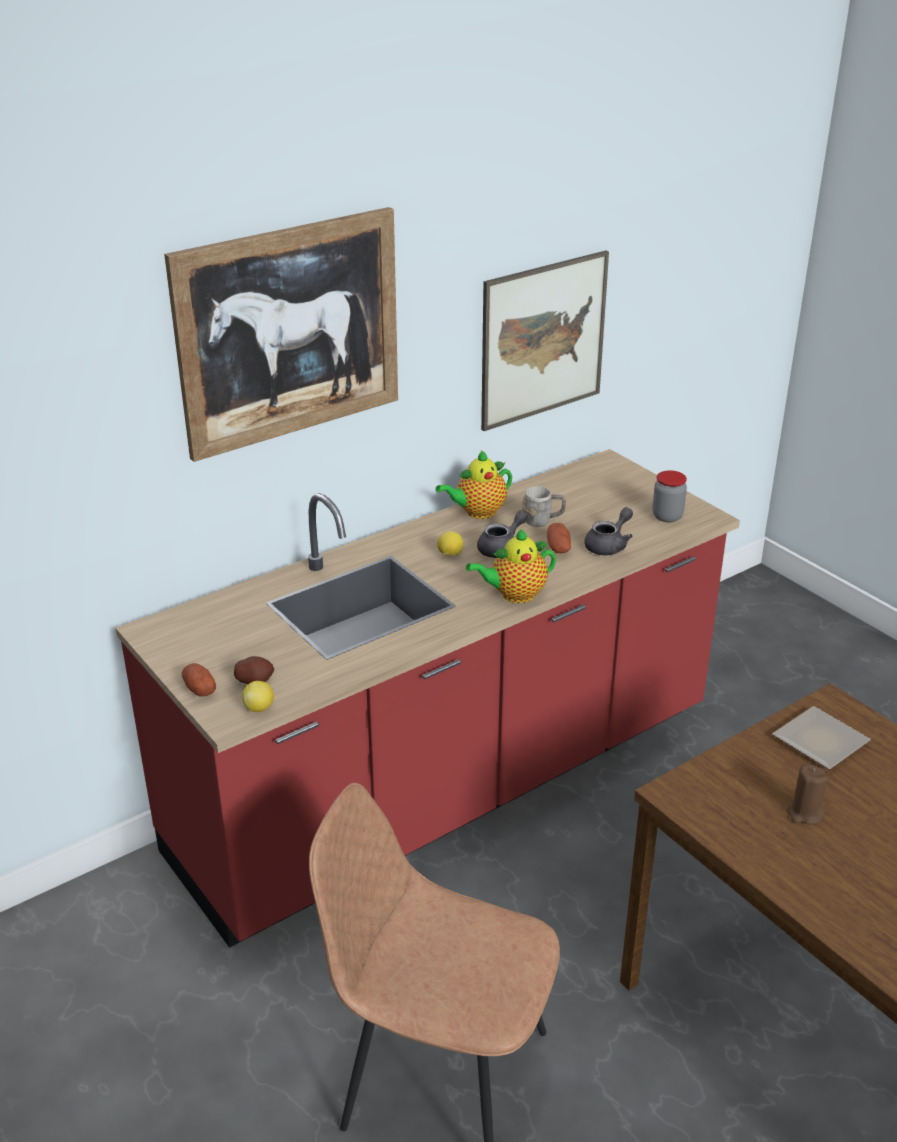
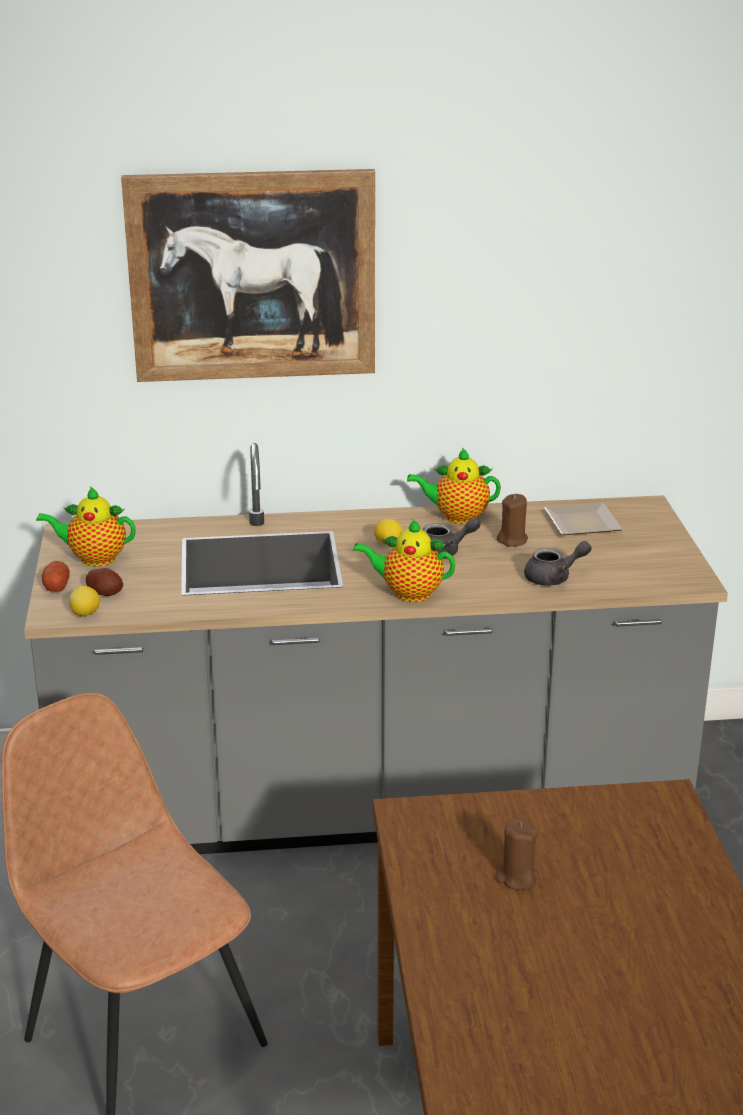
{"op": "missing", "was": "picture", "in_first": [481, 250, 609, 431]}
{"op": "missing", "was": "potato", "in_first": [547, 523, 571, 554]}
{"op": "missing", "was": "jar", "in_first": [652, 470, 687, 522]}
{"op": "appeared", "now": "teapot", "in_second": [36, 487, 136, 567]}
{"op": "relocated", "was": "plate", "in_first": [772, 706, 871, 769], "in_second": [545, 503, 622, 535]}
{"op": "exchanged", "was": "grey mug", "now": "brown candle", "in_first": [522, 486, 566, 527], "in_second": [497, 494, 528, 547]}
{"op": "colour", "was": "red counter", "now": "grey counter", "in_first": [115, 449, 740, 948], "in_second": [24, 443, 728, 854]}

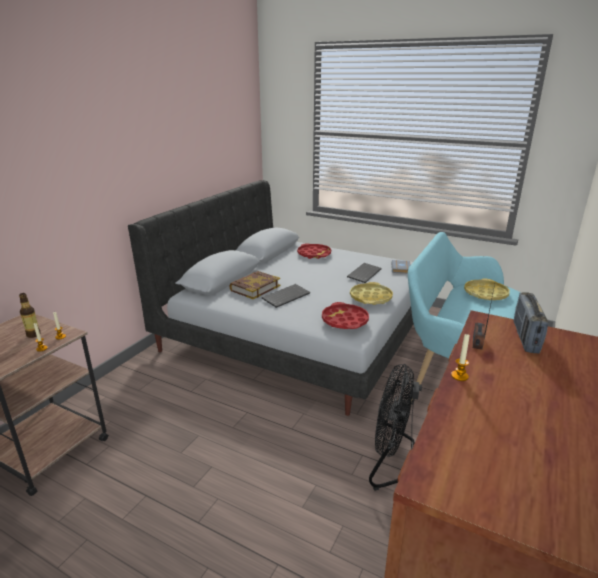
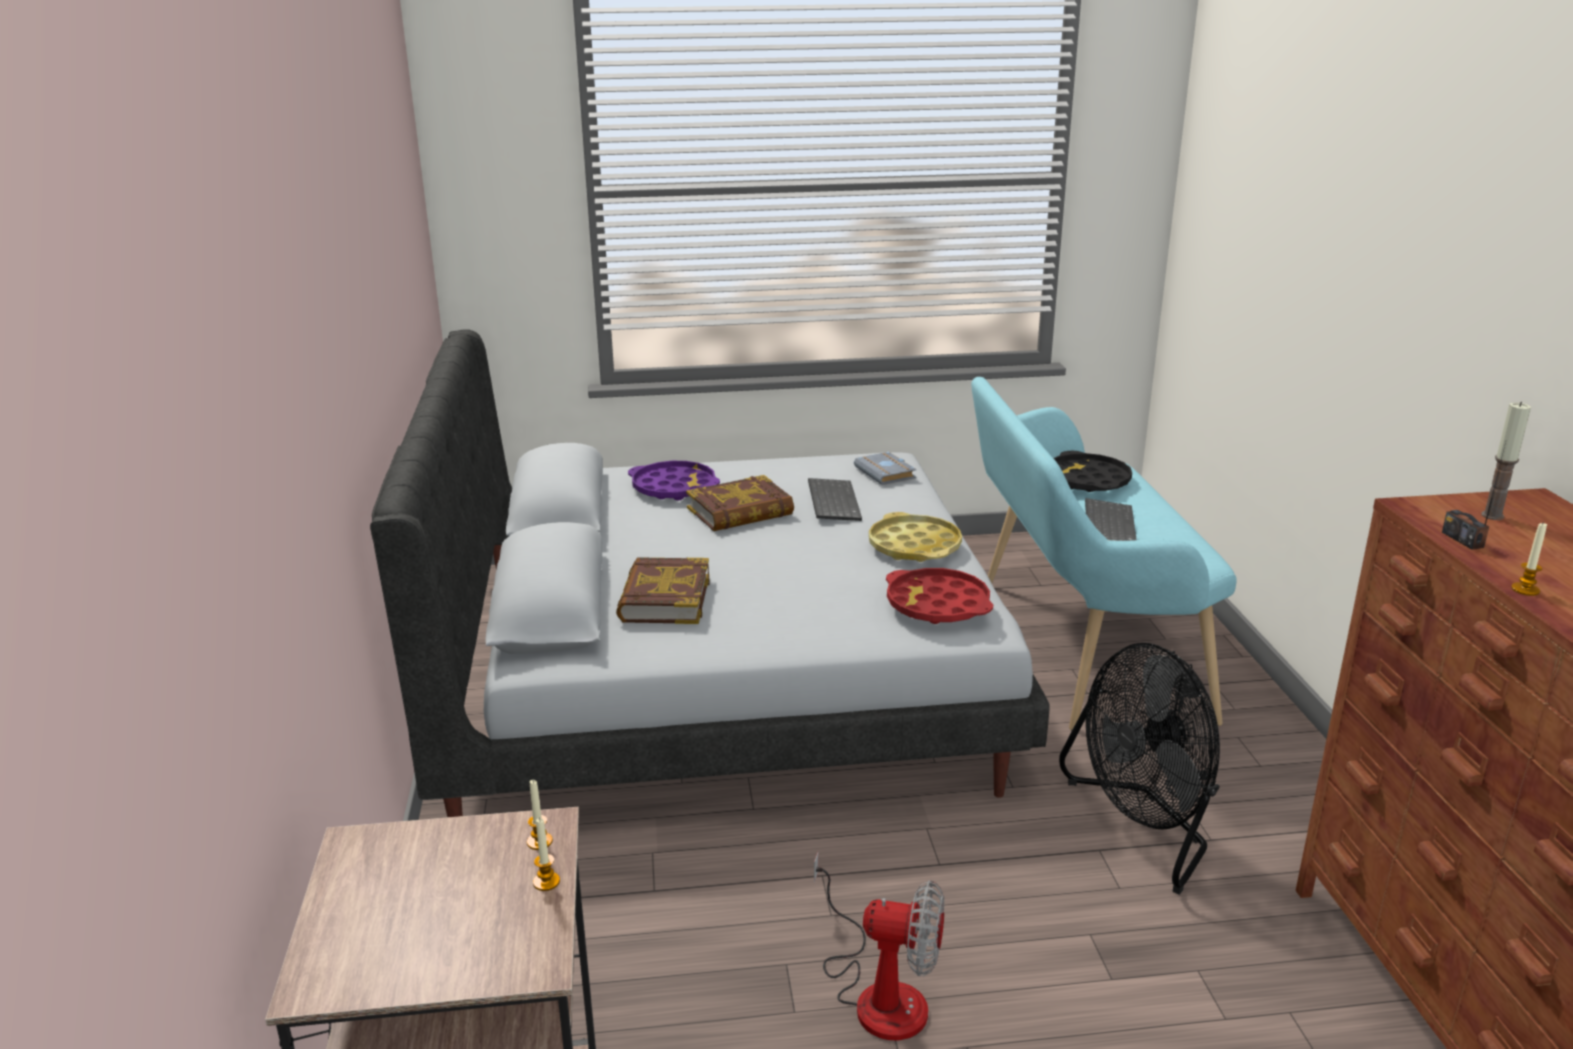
{"op": "missing", "was": "bottle", "in_first": [19, 293, 40, 338]}
{"op": "appeared", "now": "book", "in_second": [686, 475, 794, 531]}
{"op": "appeared", "now": "fan", "in_second": [814, 852, 944, 1041]}
{"op": "relocated", "was": "keyboard", "in_first": [262, 284, 310, 308], "in_second": [1085, 498, 1137, 541]}
{"op": "exchanged", "was": "radio", "now": "candle", "in_first": [514, 292, 549, 353], "in_second": [1482, 402, 1531, 520]}
{"op": "colour", "was": "red tray", "now": "purple tray", "in_first": [297, 243, 331, 259], "in_second": [628, 461, 720, 500]}
{"op": "colour", "was": "yellow tray", "now": "black tray", "in_first": [464, 279, 510, 300], "in_second": [1054, 451, 1132, 492]}

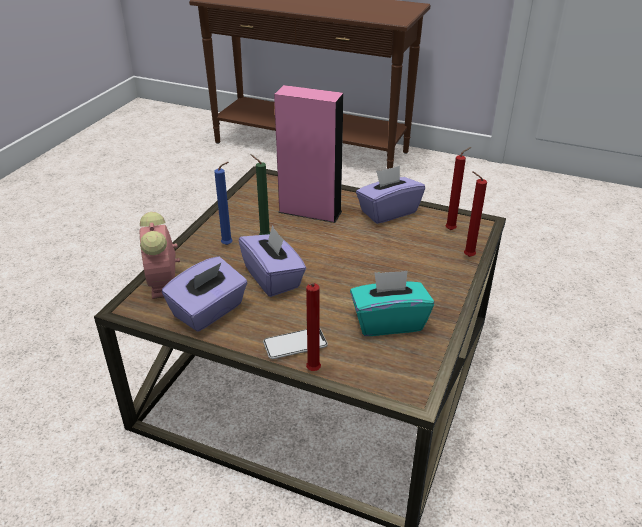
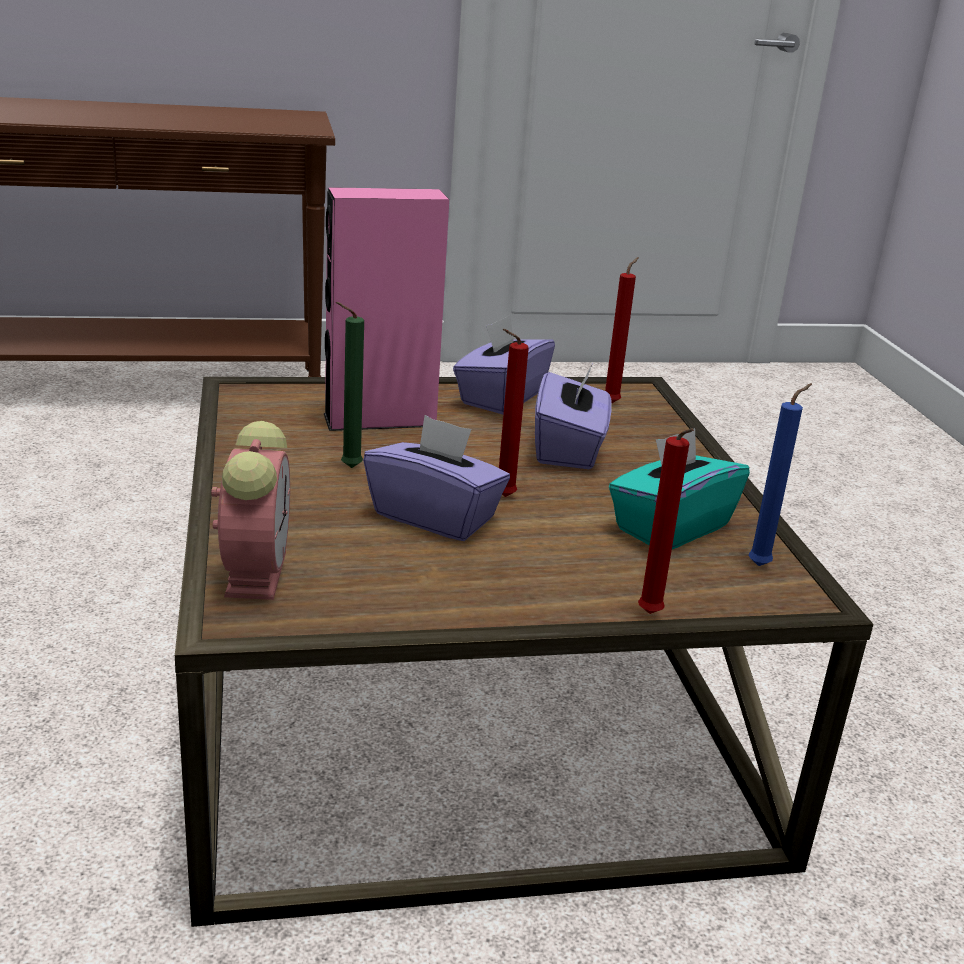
{"op": "missing", "was": "phone", "in_first": [263, 329, 328, 359]}
{"op": "relocated", "was": "purple tissue box", "in_first": [162, 256, 248, 332], "in_second": [535, 367, 612, 469]}
{"op": "relocated", "was": "blue candle", "in_first": [214, 162, 232, 245], "in_second": [748, 383, 812, 566]}
{"op": "relocated", "was": "red candle", "in_first": [464, 171, 487, 257], "in_second": [499, 329, 529, 497]}
{"op": "spun", "was": "alarm clock", "in_first": [140, 212, 180, 299], "in_second": [211, 421, 290, 600], "clockwise": -135}

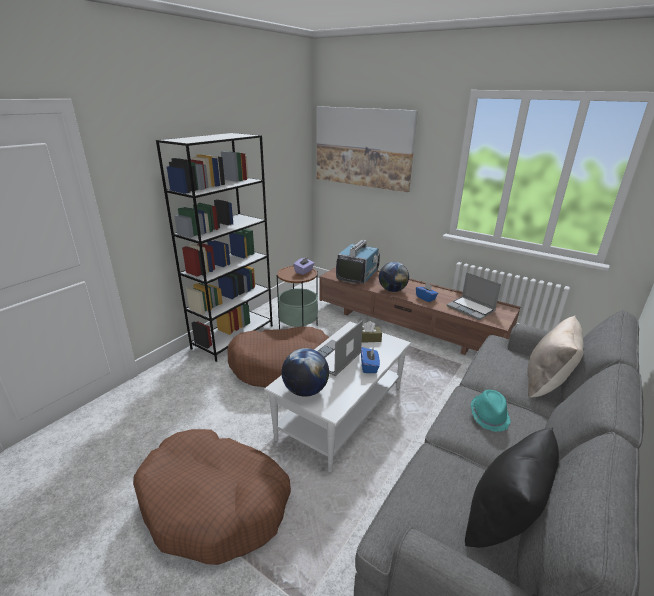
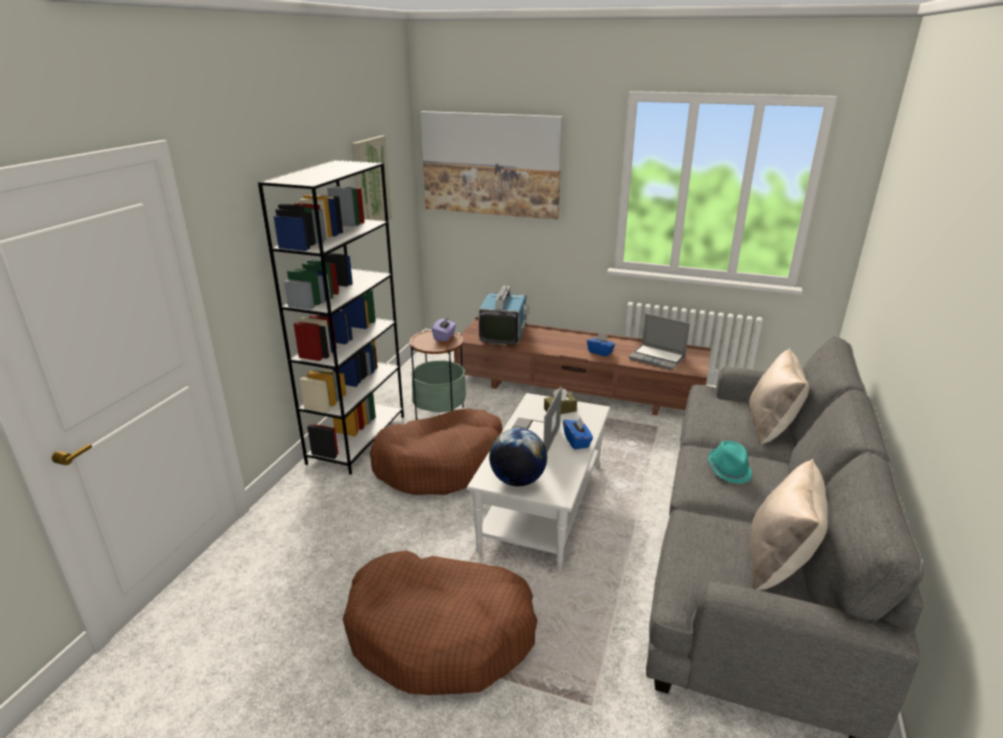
{"op": "missing", "was": "globe", "in_first": [379, 262, 409, 292]}
{"op": "appeared", "now": "picture", "in_second": [351, 136, 392, 221]}
{"op": "colour", "was": "black pillow", "now": "beige pillow", "in_first": [465, 428, 559, 548], "in_second": [750, 459, 828, 590]}

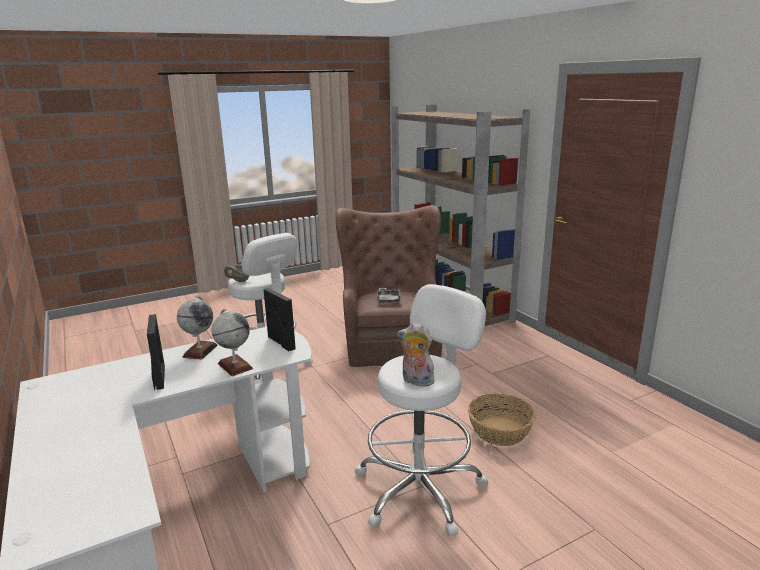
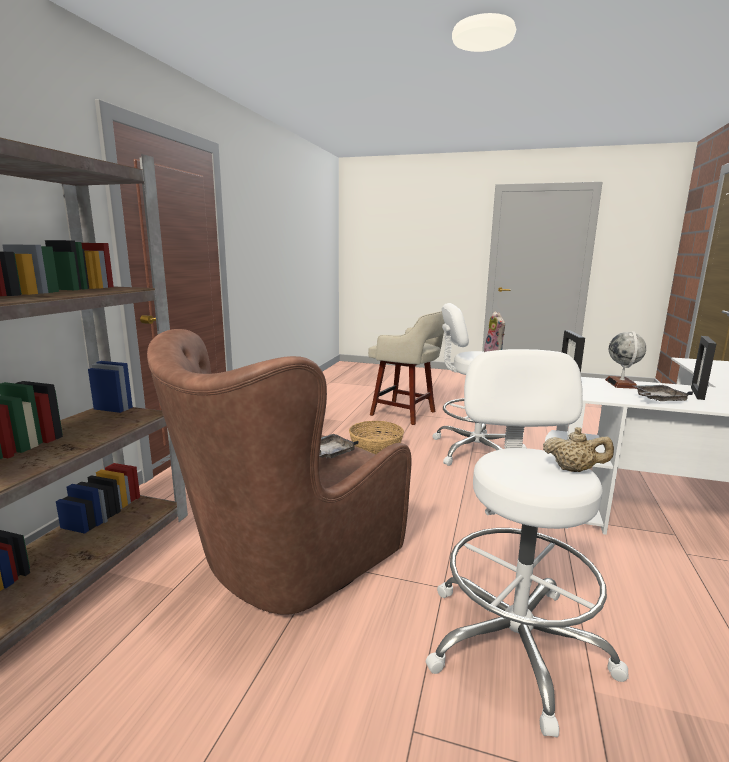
{"op": "appeared", "now": "beige stool", "in_second": [368, 311, 445, 425]}
{"op": "exchanged", "was": "globe", "now": "grey tray", "in_first": [177, 296, 218, 359], "in_second": [634, 385, 693, 401]}

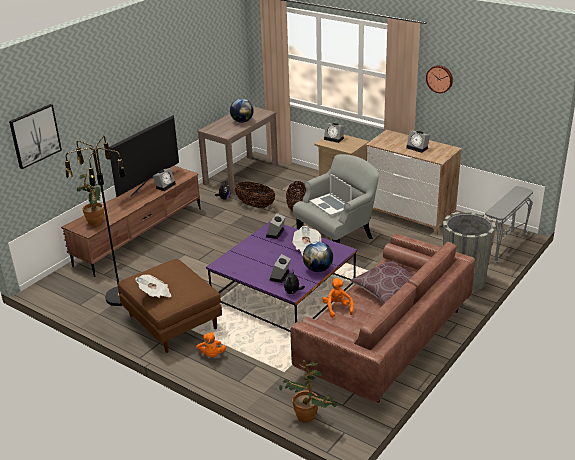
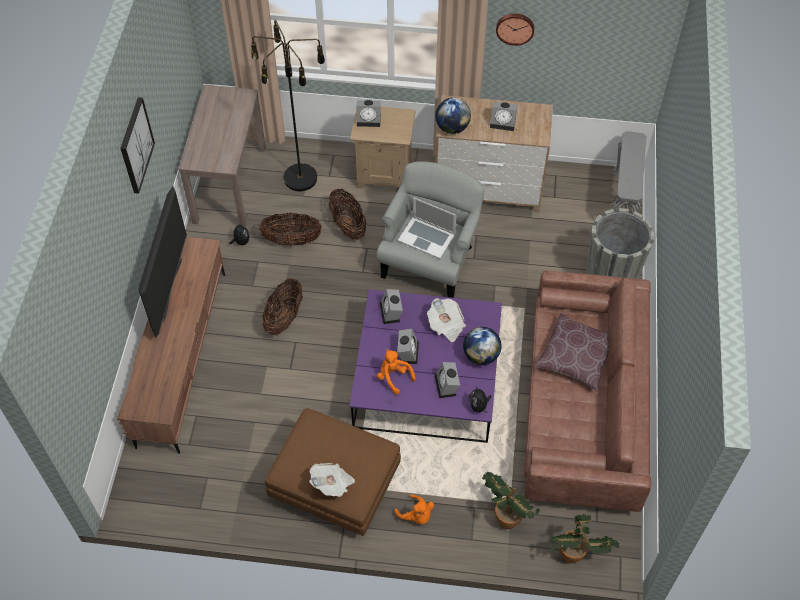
{"op": "appeared", "now": "basket", "in_second": [262, 278, 303, 335]}
{"op": "relocated", "was": "picture", "in_first": [9, 104, 62, 169], "in_second": [120, 97, 155, 194]}
{"op": "relocated", "was": "floor lamp", "in_first": [65, 136, 125, 306], "in_second": [251, 20, 325, 191]}
{"op": "relocated", "was": "potted plant", "in_first": [77, 173, 104, 226], "in_second": [482, 472, 540, 529]}
{"op": "relocated", "was": "alarm clock", "in_first": [153, 168, 176, 191], "in_second": [397, 329, 419, 364]}
{"op": "relocated", "was": "globe", "in_first": [230, 99, 254, 123], "in_second": [435, 98, 471, 134]}
{"op": "relocated", "was": "orange plush toy", "in_first": [322, 278, 354, 318], "in_second": [377, 349, 416, 395]}

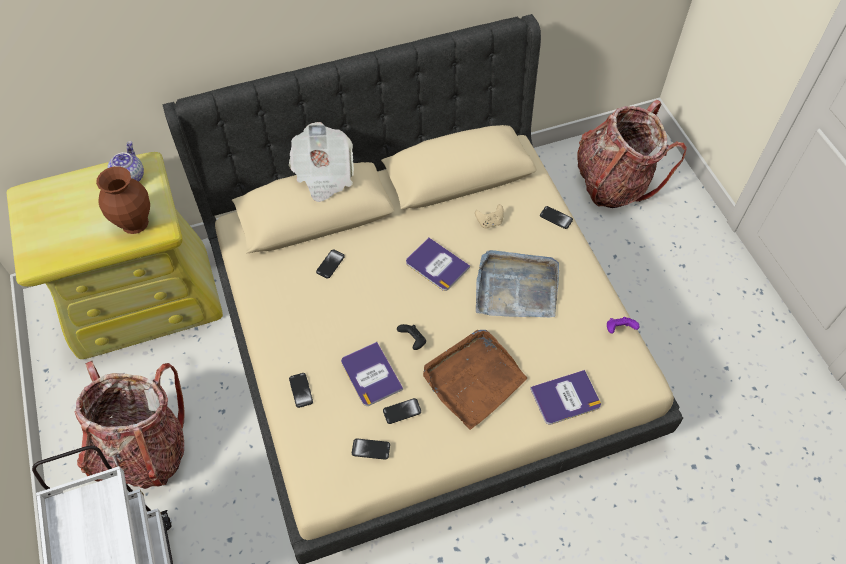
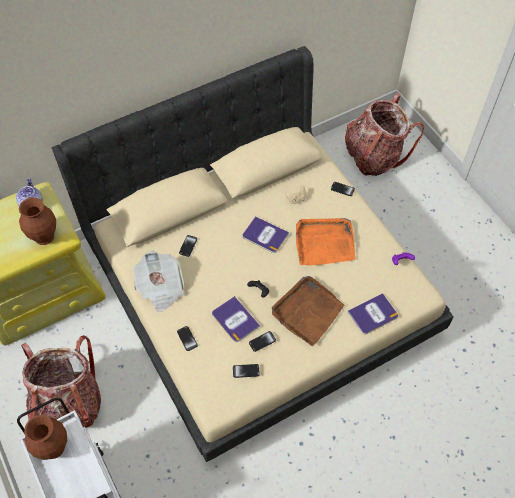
{"op": "appeared", "now": "brown vase", "in_second": [24, 415, 67, 460]}
{"op": "relocated", "was": "newspaper", "in_first": [289, 122, 354, 202], "in_second": [133, 251, 185, 312]}
{"op": "colour", "was": "grey tray", "now": "orange tray", "in_first": [476, 250, 559, 317], "in_second": [296, 218, 355, 266]}

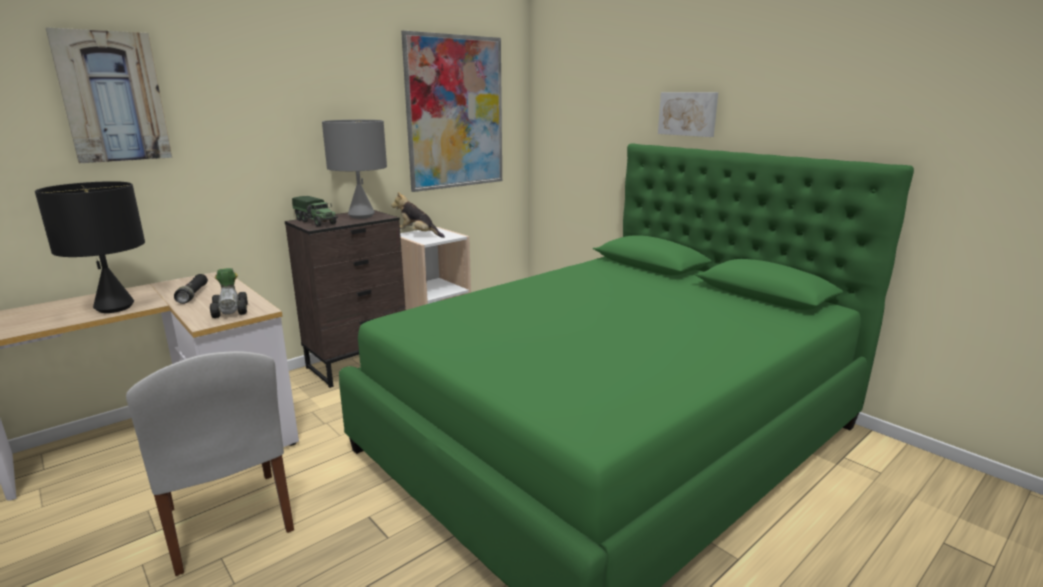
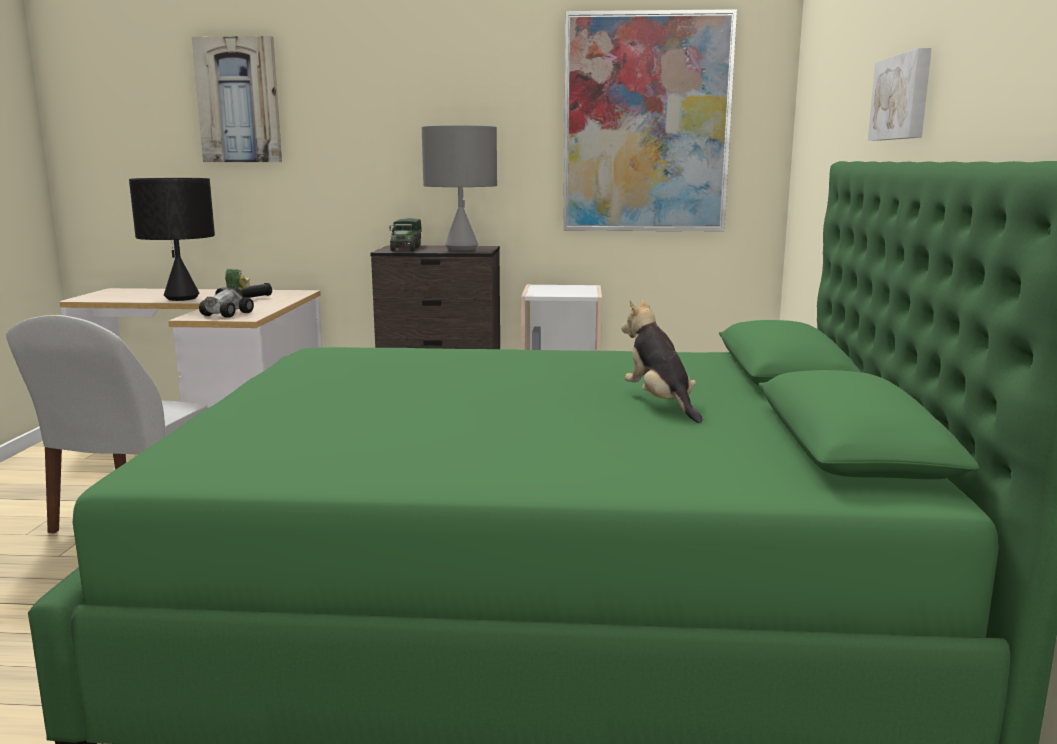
{"op": "relocated", "was": "plush toy", "in_first": [391, 192, 445, 238], "in_second": [621, 299, 703, 423]}

